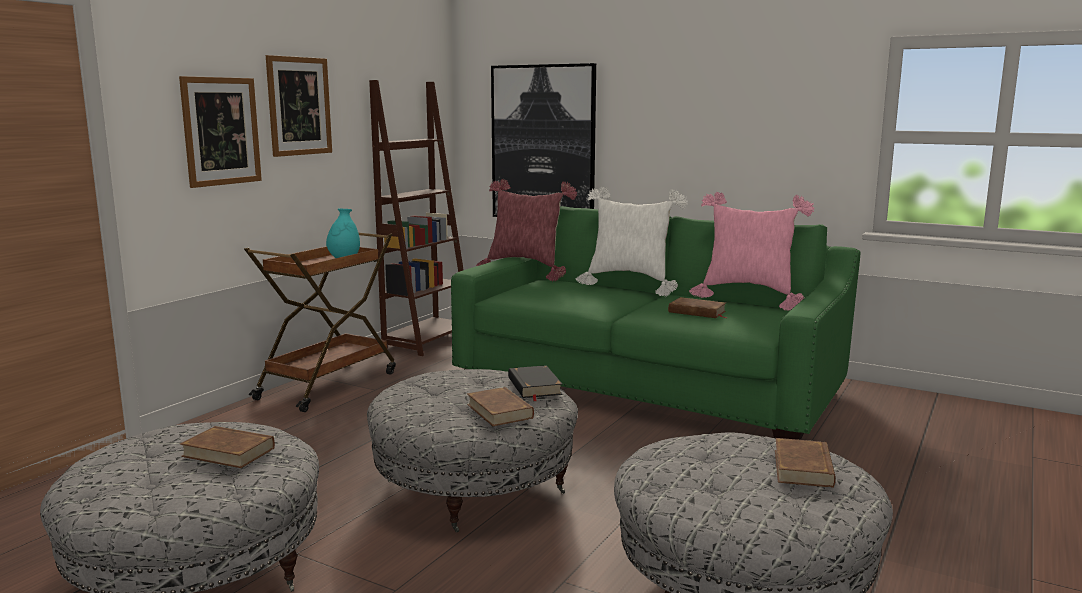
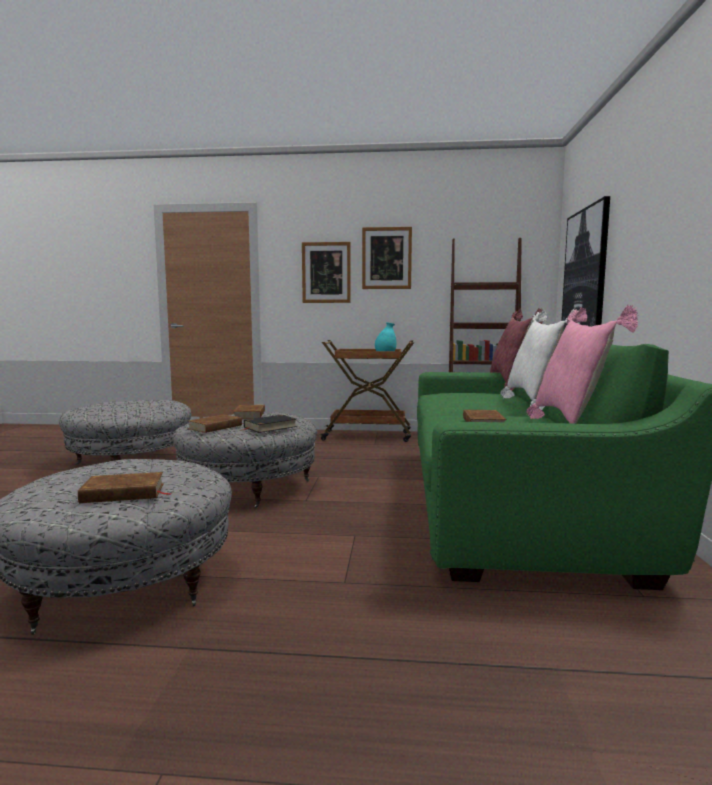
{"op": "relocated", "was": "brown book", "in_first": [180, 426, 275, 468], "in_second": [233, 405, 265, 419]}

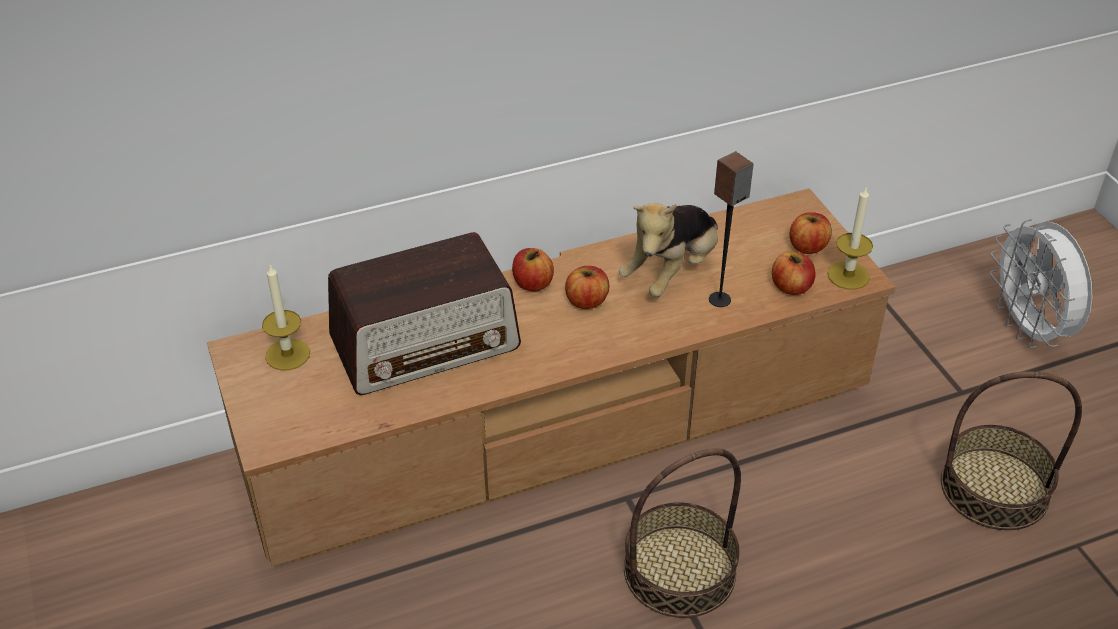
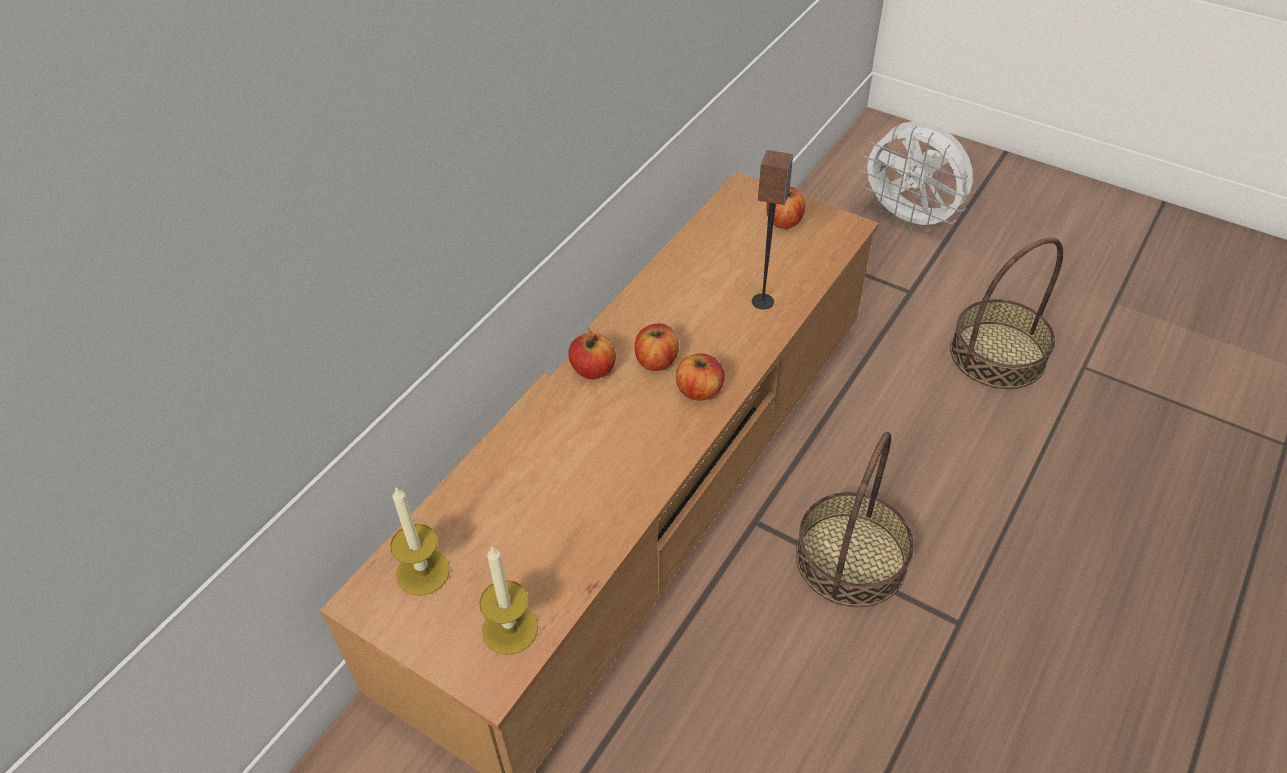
{"op": "missing", "was": "radio", "in_first": [328, 232, 521, 395]}
{"op": "missing", "was": "plush toy", "in_first": [619, 203, 718, 297]}
{"op": "relocated", "was": "apple", "in_first": [772, 252, 816, 295], "in_second": [676, 354, 724, 401]}
{"op": "relocated", "was": "candle", "in_first": [827, 187, 873, 290], "in_second": [479, 546, 538, 655]}

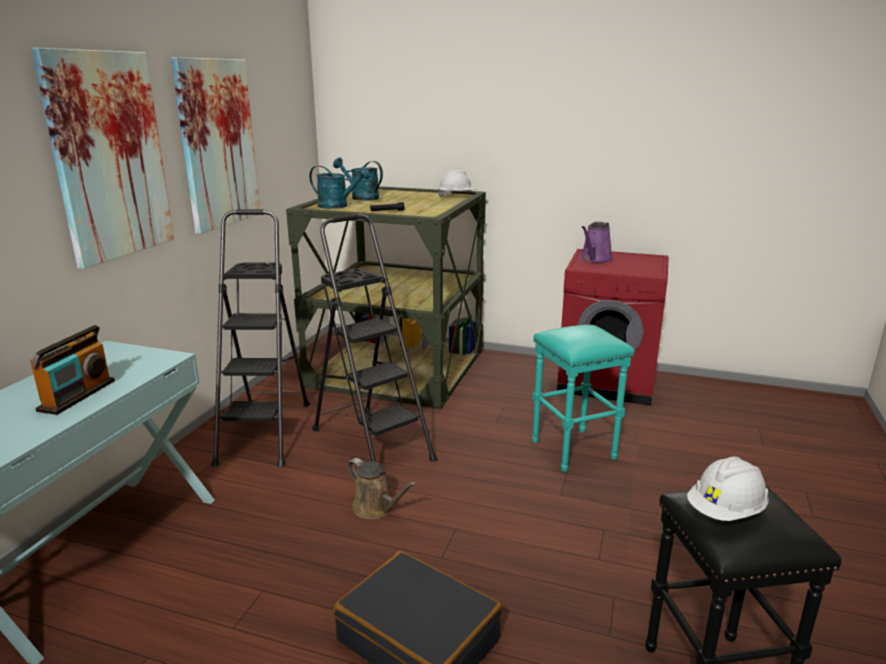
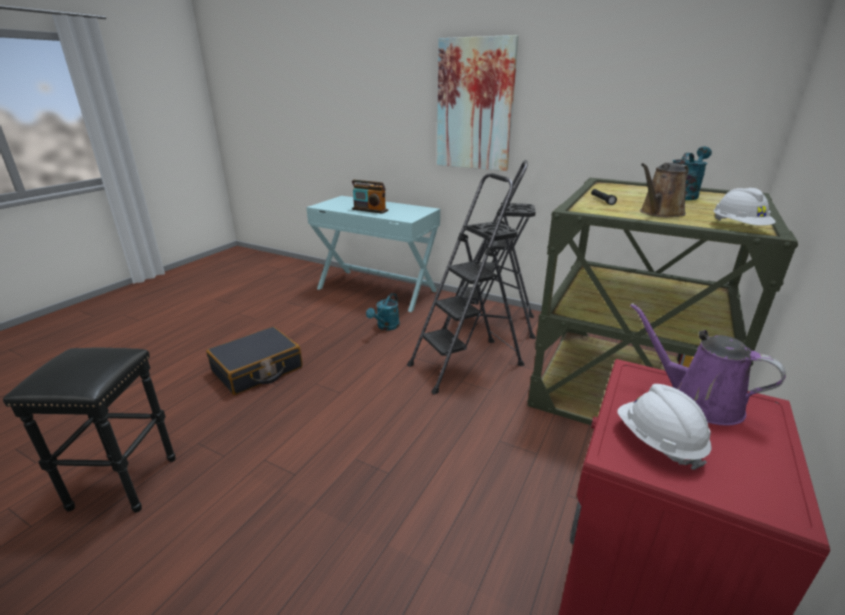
{"op": "missing", "was": "picture", "in_first": [171, 57, 260, 234]}
{"op": "missing", "was": "turquoise stool", "in_first": [532, 325, 634, 472]}
{"op": "relocated", "was": "turquoise watering can", "in_first": [309, 166, 370, 209], "in_second": [366, 293, 400, 330]}
{"op": "relocated", "was": "brown watering can", "in_first": [348, 458, 417, 519], "in_second": [640, 163, 689, 217]}
{"op": "relocated", "was": "white hard hat", "in_first": [687, 456, 769, 521], "in_second": [617, 384, 712, 470]}

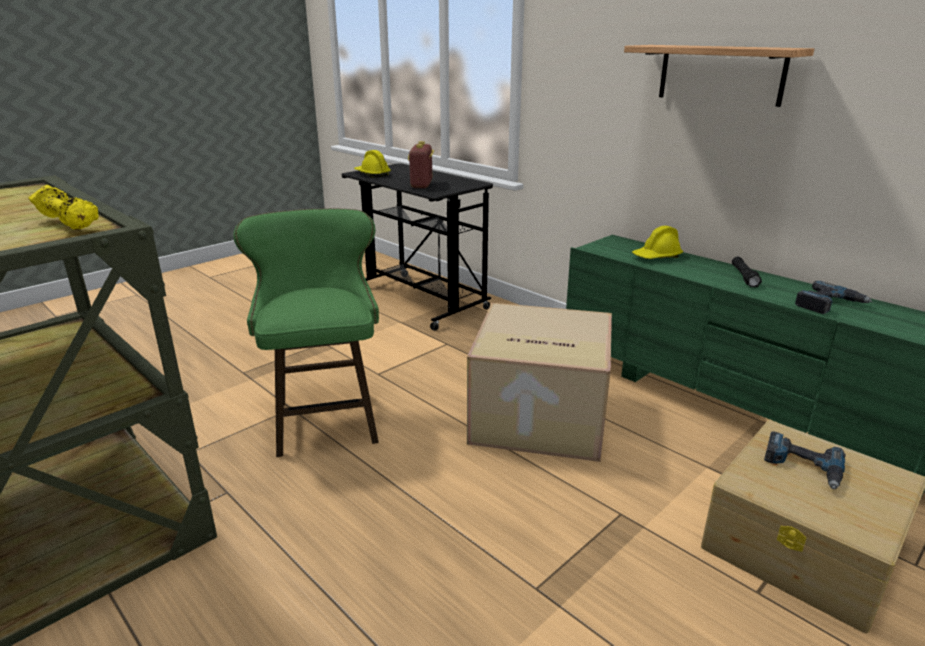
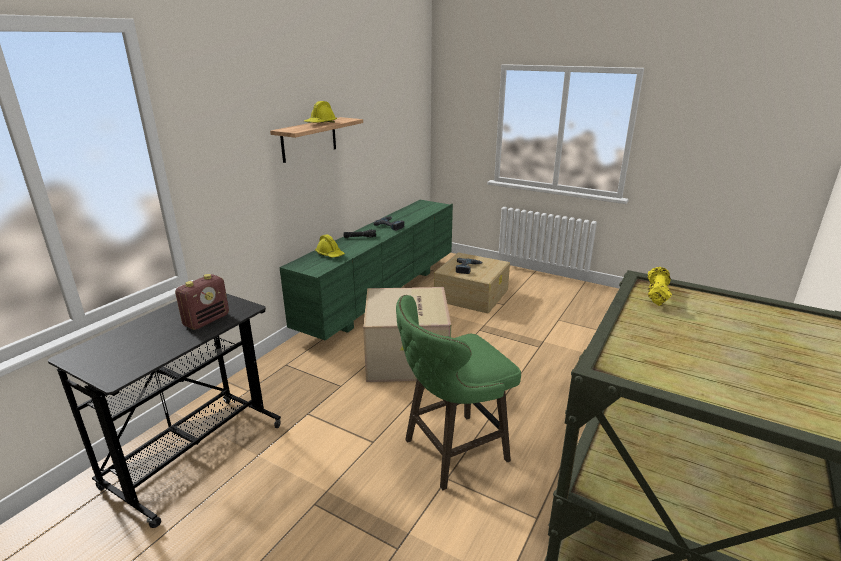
{"op": "relocated", "was": "yellow hard hat", "in_first": [354, 150, 391, 178], "in_second": [304, 101, 337, 123]}
{"op": "spun", "was": "radio", "in_first": [408, 141, 434, 188], "in_second": [175, 274, 229, 330], "clockwise": -45}

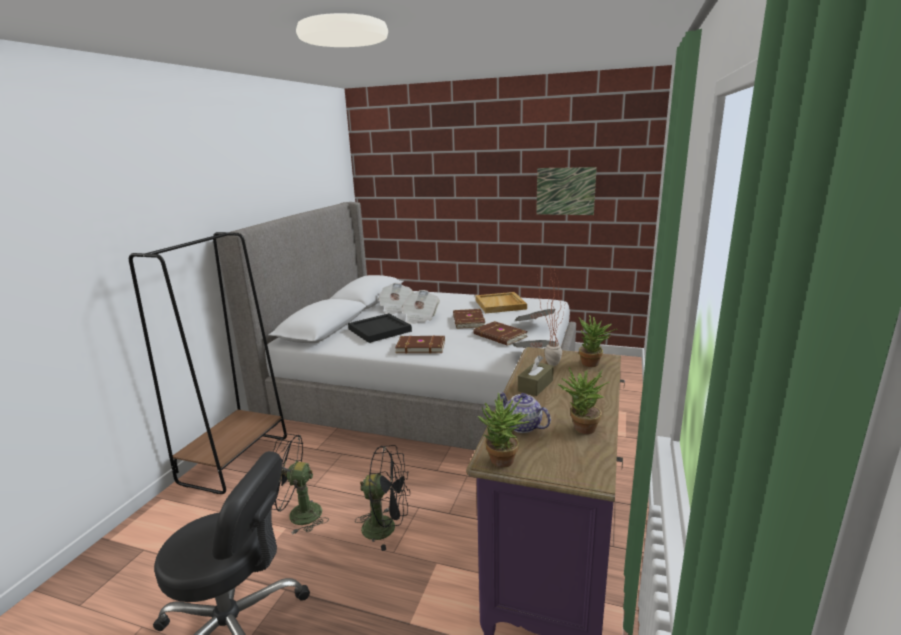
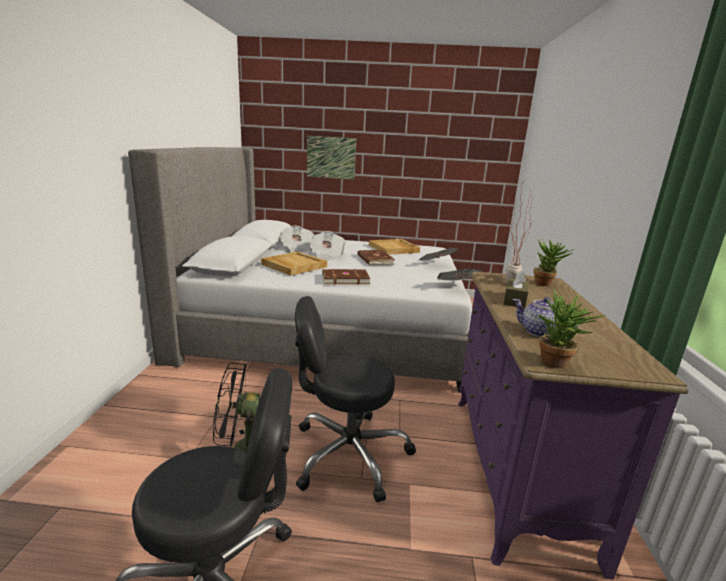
{"op": "missing", "was": "clothes rack", "in_first": [129, 232, 287, 494]}
{"op": "missing", "was": "brown book", "in_first": [473, 321, 528, 346]}
{"op": "missing", "was": "potted plant", "in_first": [558, 367, 610, 434]}
{"op": "relocated", "was": "picture", "in_first": [536, 167, 597, 215], "in_second": [307, 136, 356, 180]}
{"op": "exchanged", "was": "black fan", "now": "black office chair", "in_first": [355, 445, 410, 551], "in_second": [295, 296, 416, 502]}
{"op": "colour", "was": "black tray", "now": "beige tray", "in_first": [348, 313, 412, 343], "in_second": [261, 251, 327, 276]}

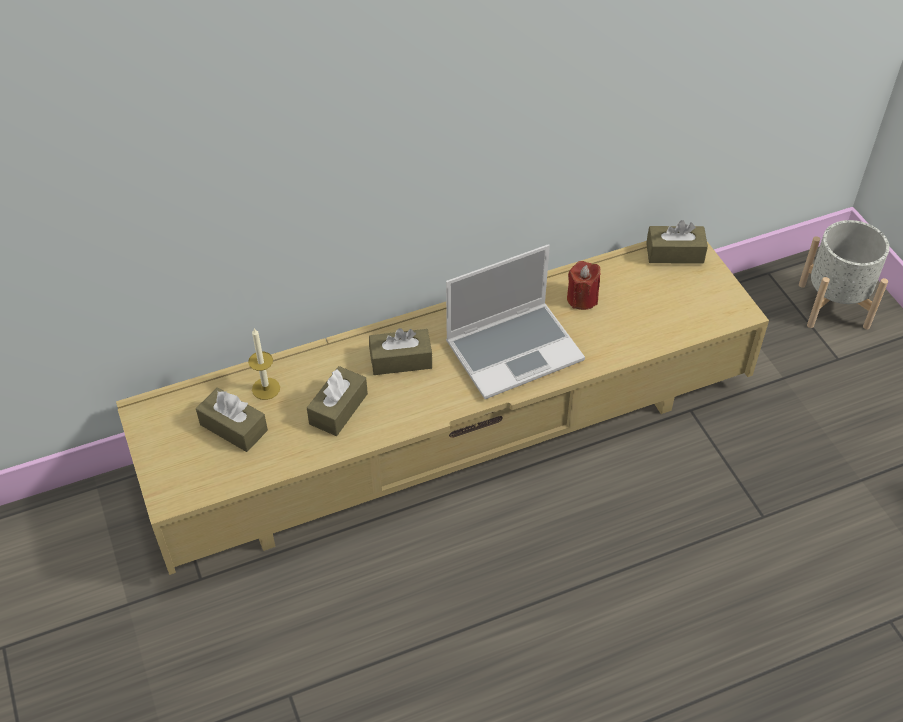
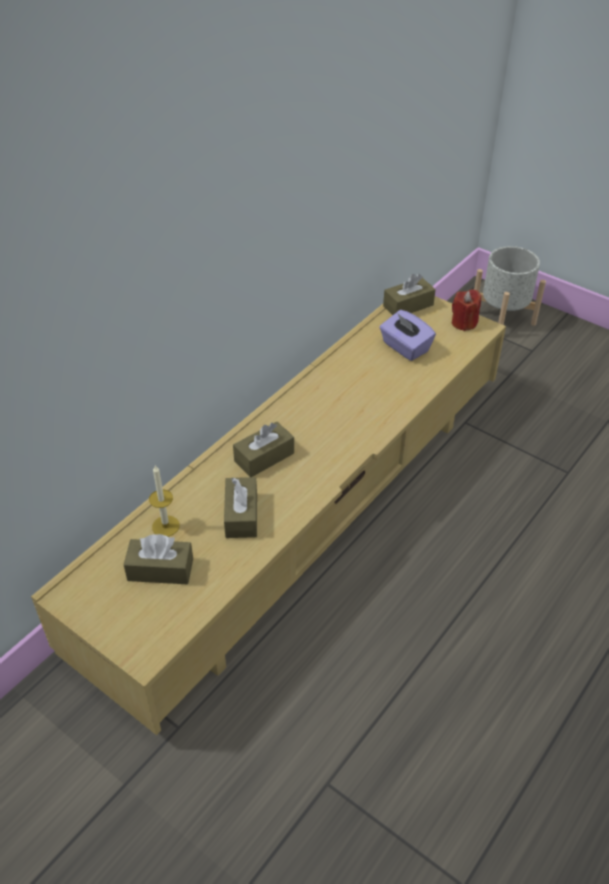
{"op": "missing", "was": "laptop", "in_first": [446, 244, 585, 399]}
{"op": "appeared", "now": "purple tissue box", "in_second": [379, 310, 436, 361]}
{"op": "relocated", "was": "red candle", "in_first": [567, 261, 600, 310], "in_second": [452, 289, 481, 331]}

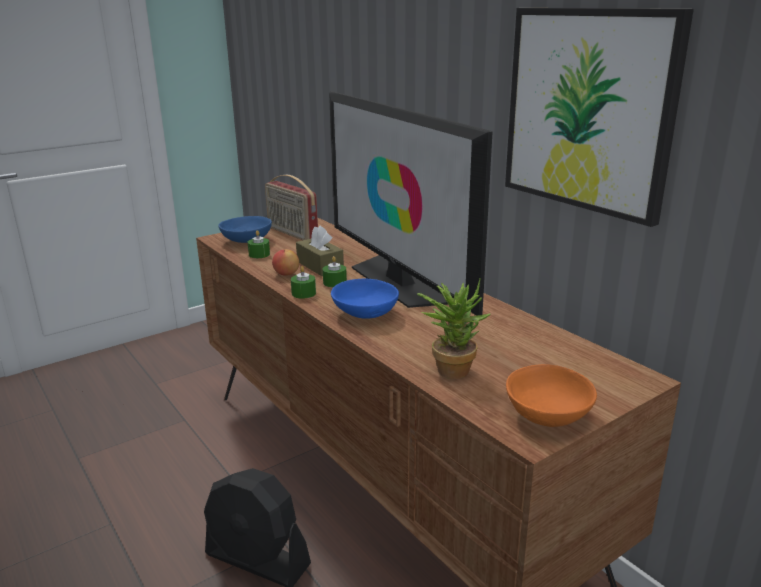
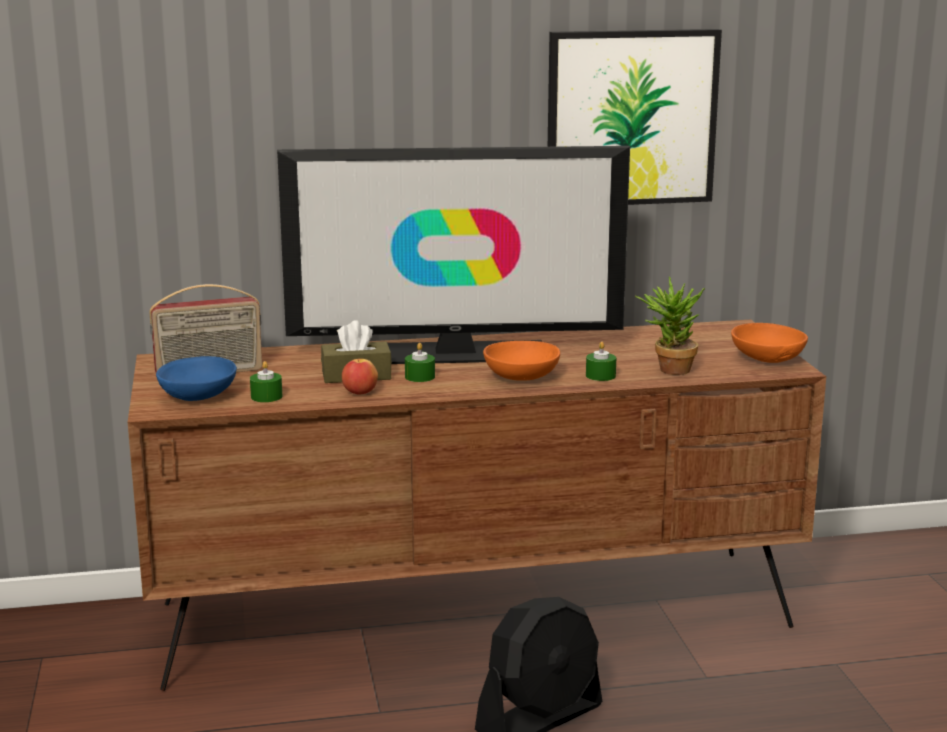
{"op": "relocated", "was": "green candle", "in_first": [291, 266, 316, 299], "in_second": [586, 342, 616, 381]}
{"op": "colour", "was": "blue bowl", "now": "orange bowl", "in_first": [331, 279, 399, 319], "in_second": [483, 341, 560, 381]}

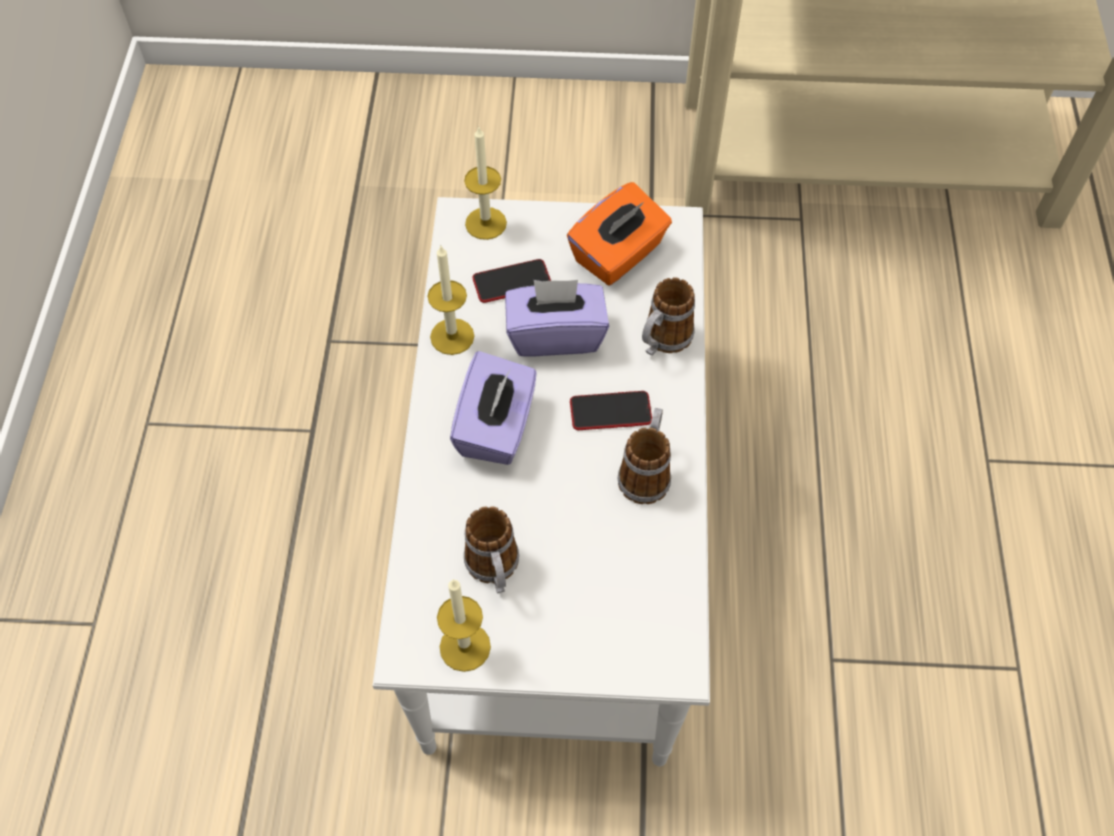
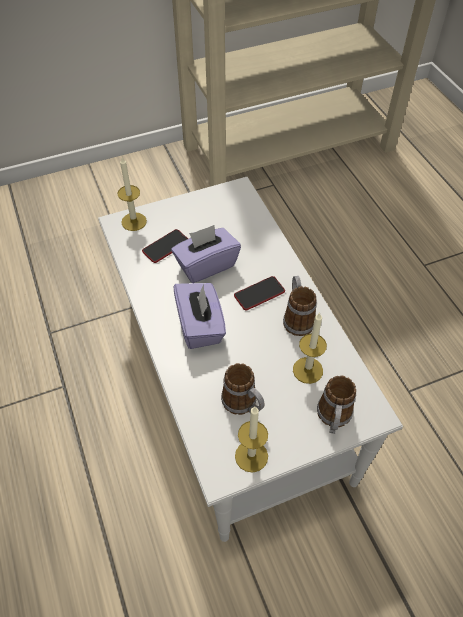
{"op": "missing", "was": "orange tissue box", "in_first": [567, 182, 672, 285]}
{"op": "relocated", "was": "candle", "in_first": [428, 246, 474, 355], "in_second": [293, 313, 327, 384]}
{"op": "relocated", "was": "mug", "in_first": [642, 277, 695, 356], "in_second": [317, 376, 356, 434]}

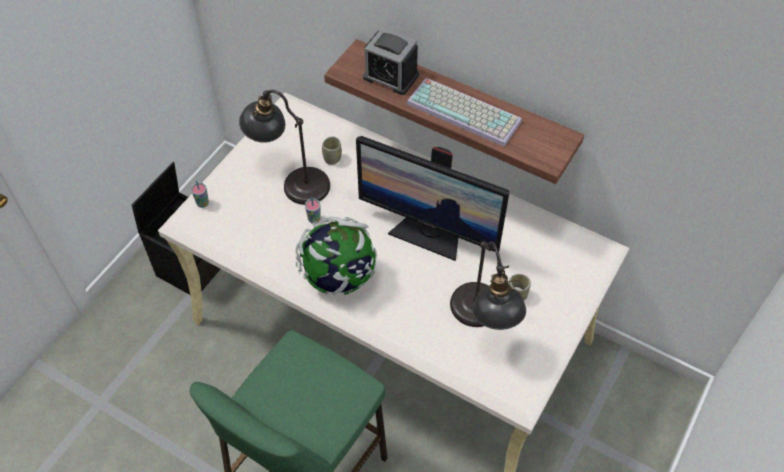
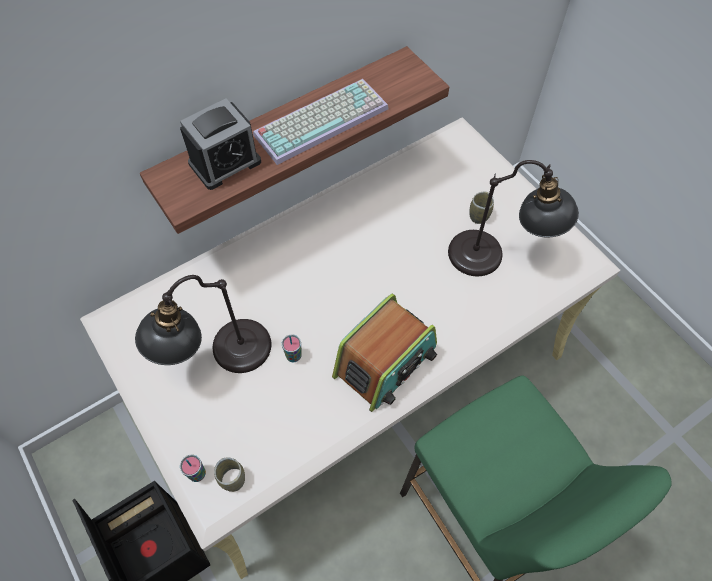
{"op": "missing", "was": "monitor", "in_first": [356, 136, 509, 261]}
{"op": "relocated", "was": "cup", "in_first": [322, 136, 342, 165], "in_second": [214, 457, 245, 492]}
{"op": "exchanged", "was": "globe", "now": "radio", "in_first": [295, 216, 377, 295], "in_second": [332, 293, 437, 412]}

